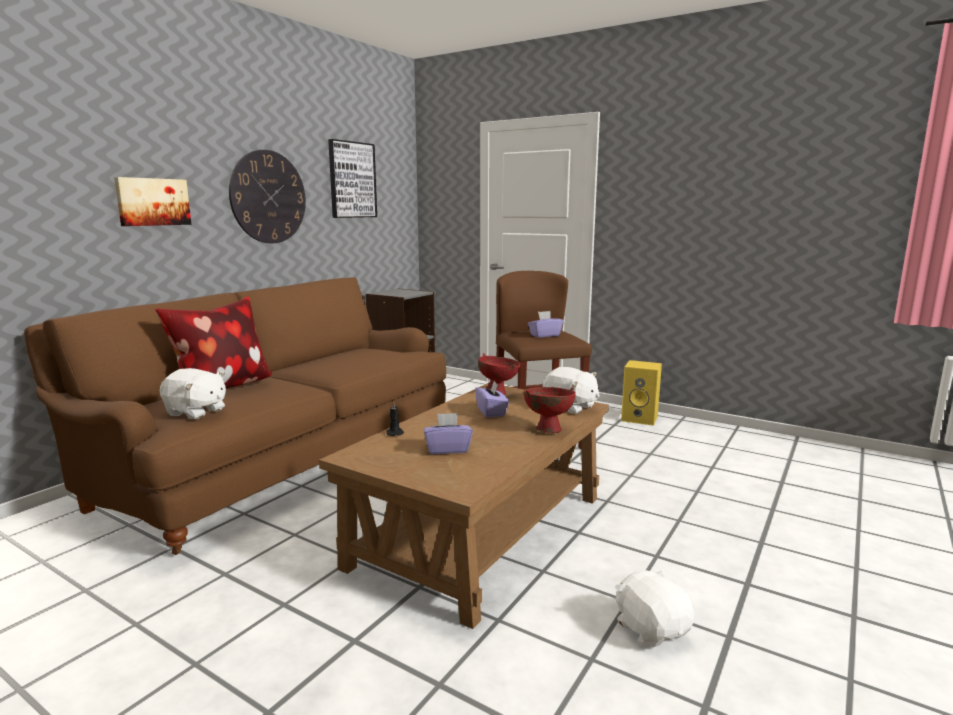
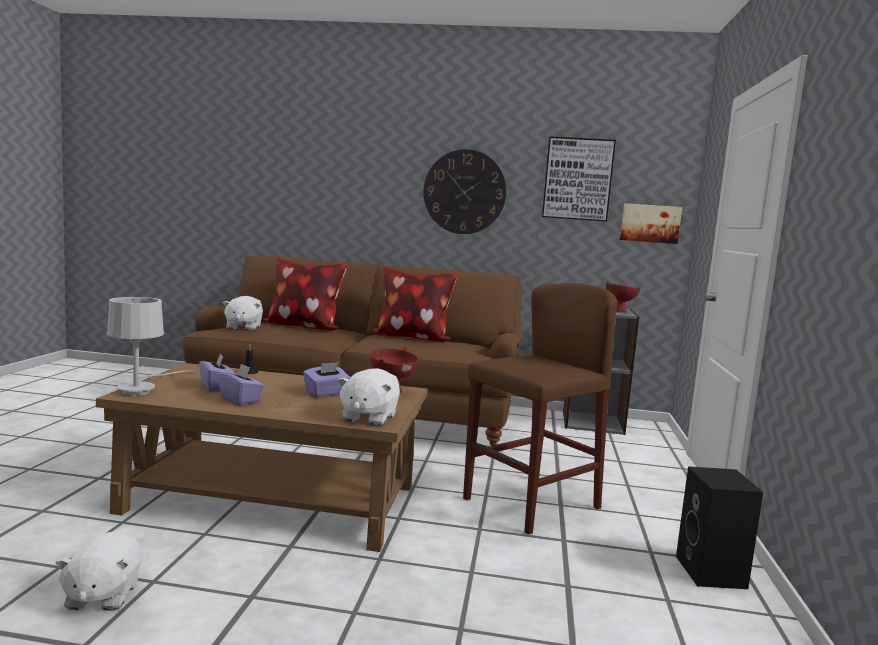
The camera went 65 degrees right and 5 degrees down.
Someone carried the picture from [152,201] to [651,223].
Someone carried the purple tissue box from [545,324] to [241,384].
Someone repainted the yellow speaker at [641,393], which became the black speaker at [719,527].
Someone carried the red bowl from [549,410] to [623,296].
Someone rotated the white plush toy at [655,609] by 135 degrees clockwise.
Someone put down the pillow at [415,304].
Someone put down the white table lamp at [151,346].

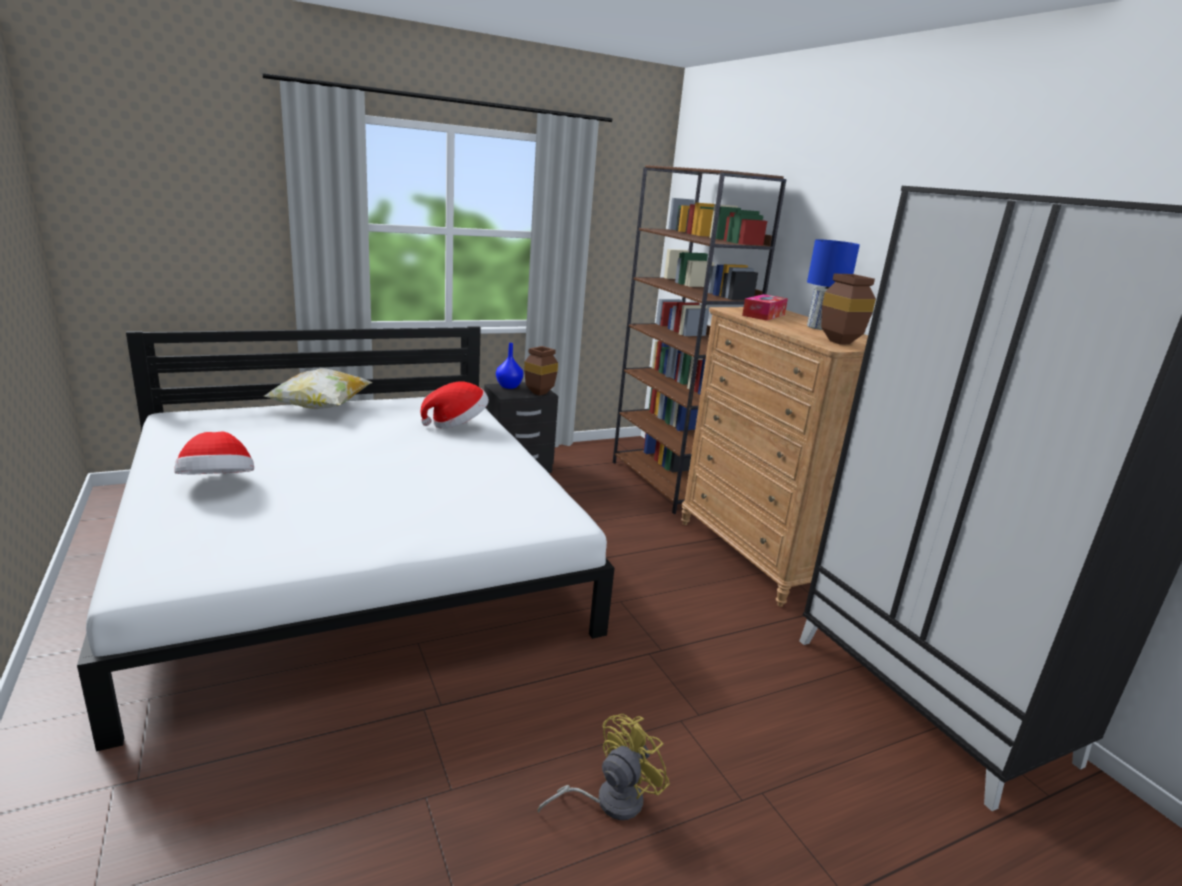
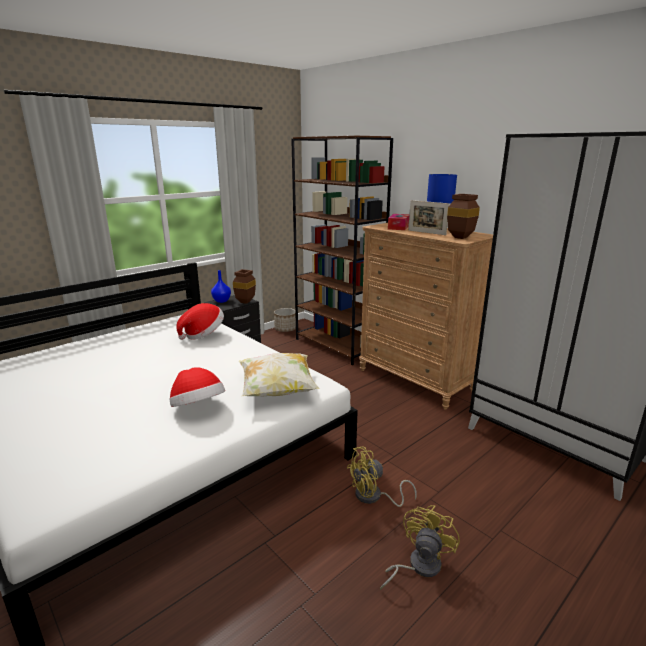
The camera went 15 degrees left and 0 degrees up.
Someone carried the pillow from [318,388] to [279,374].
Someone carried the hat from [214,453] to [197,387].
Someone put down the picture frame at [428,217].
Someone put down the planter at [285,320].
Someone put down the yellow fan at [382,476].

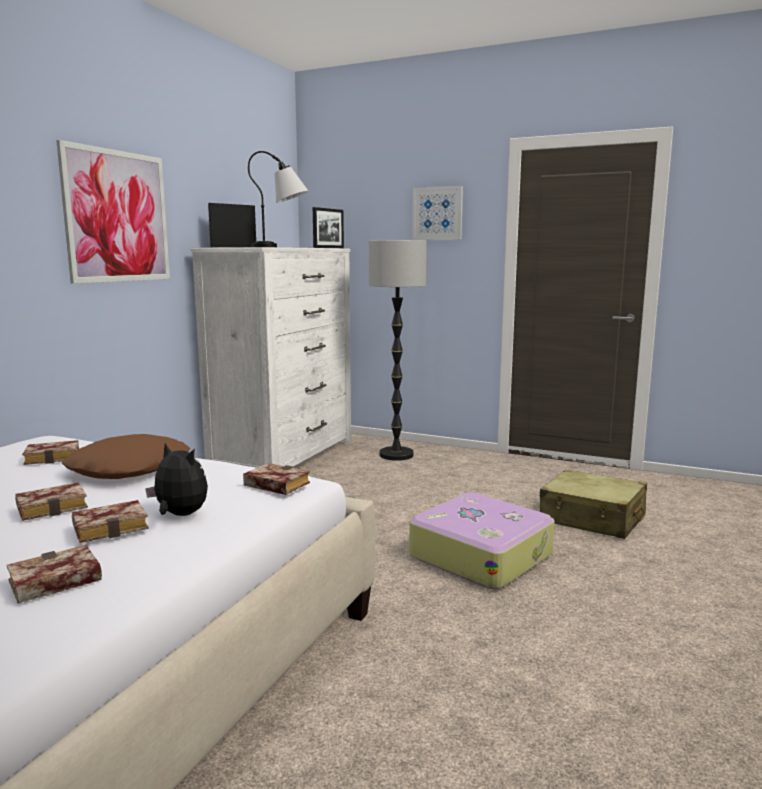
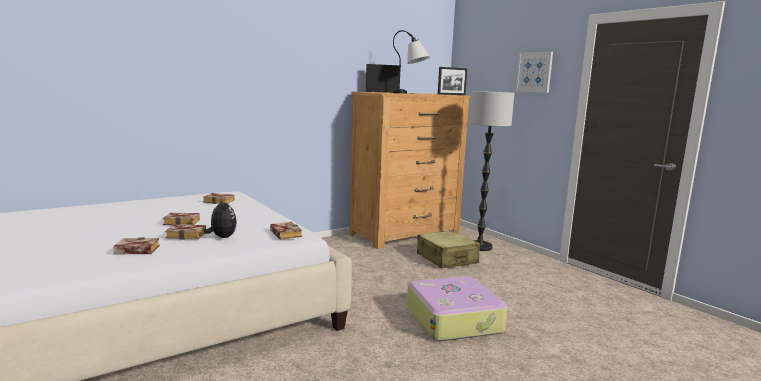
The camera went 30 degrees right and 0 degrees up.
Someone took away the picture at [113,212].
Someone repainted the white dresser at [270,357], which became the brown dresser at [409,170].
Someone took away the brown pillow at [126,456].
Someone carried the beige suitcase from [593,504] to [448,249].

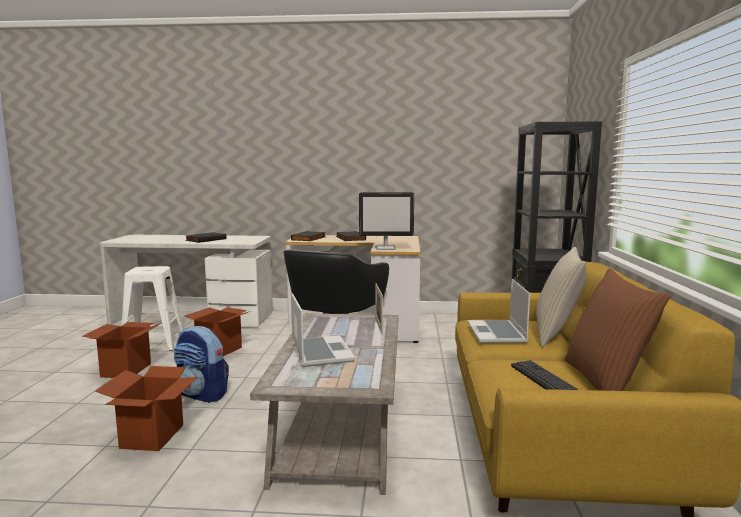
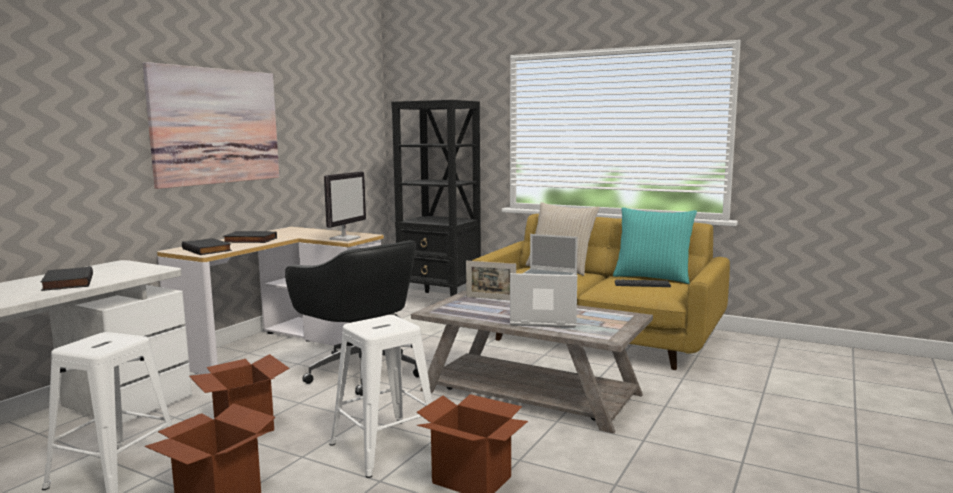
The camera went 65 degrees left and 0 degrees up.
Someone repainted the brown pillow at [617,329], which became the turquoise pillow at [655,245].
Someone swapped the backpack at [201,364] for the white stool at [380,396].
Someone put up the picture at [211,125].

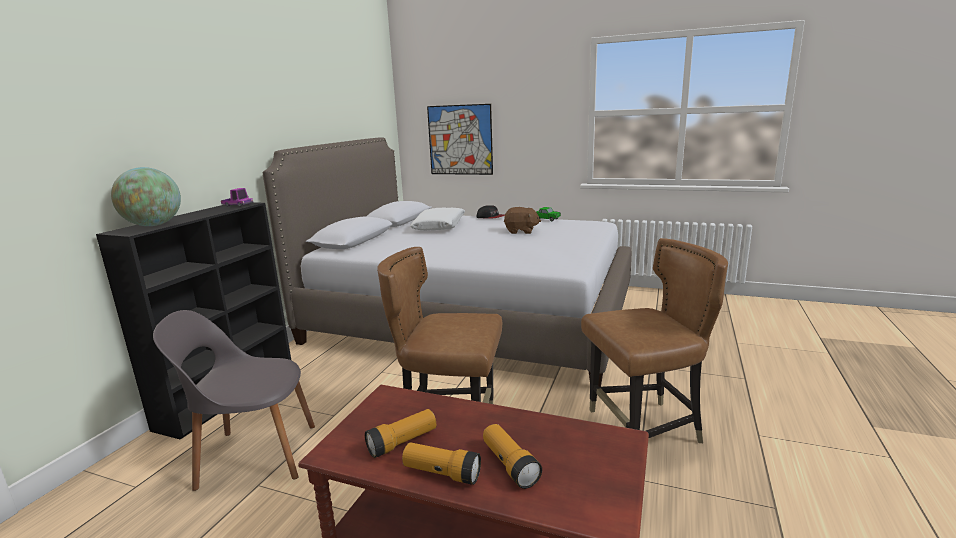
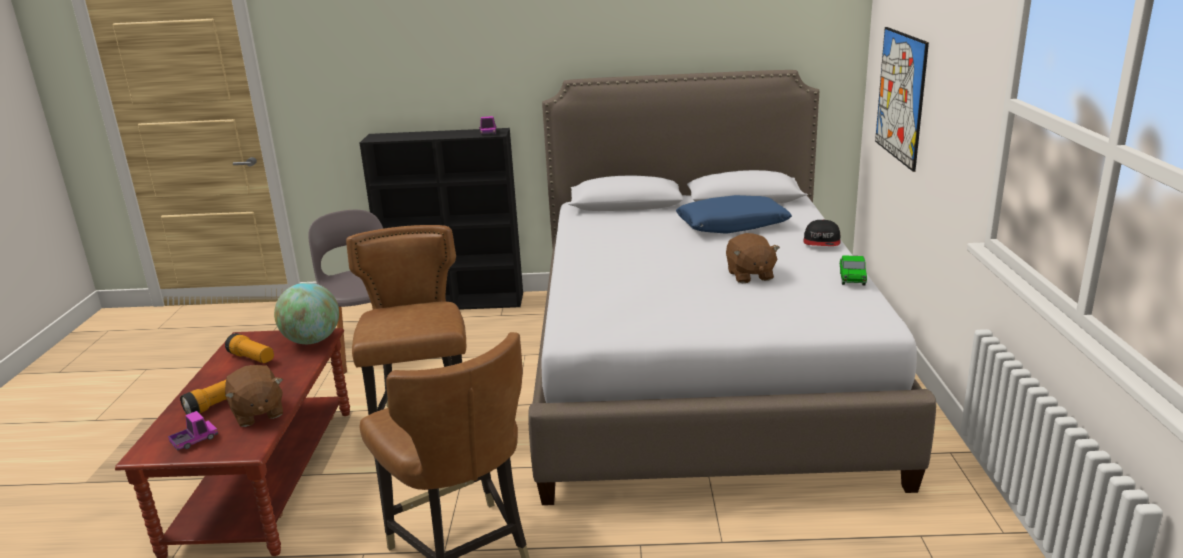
The camera went 70 degrees right and 5 degrees up.
Someone carried the globe from [146,196] to [306,313].
Someone repainted the white pillow at [437,219], which became the blue pillow at [734,214].
Someone took away the flashlight at [441,463].
Someone put down the brown plush toy at [254,396].
Someone put down the toy truck at [193,431].

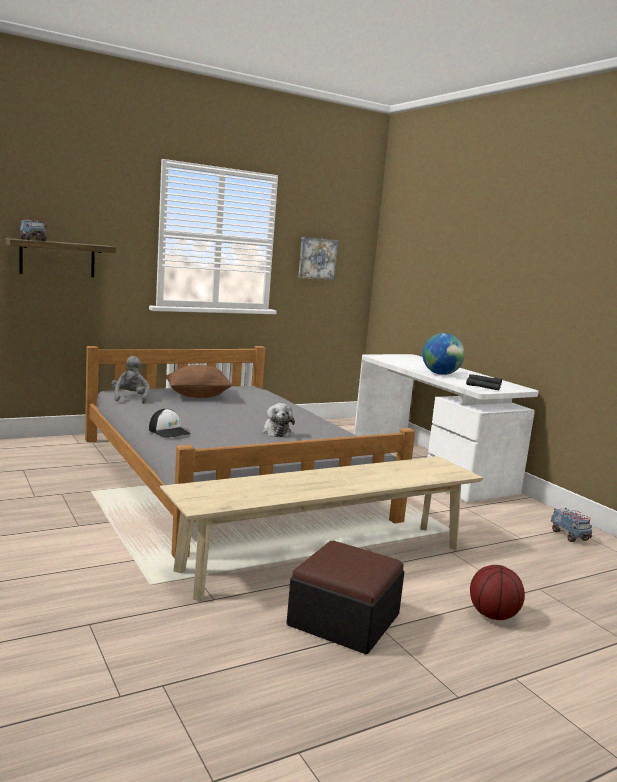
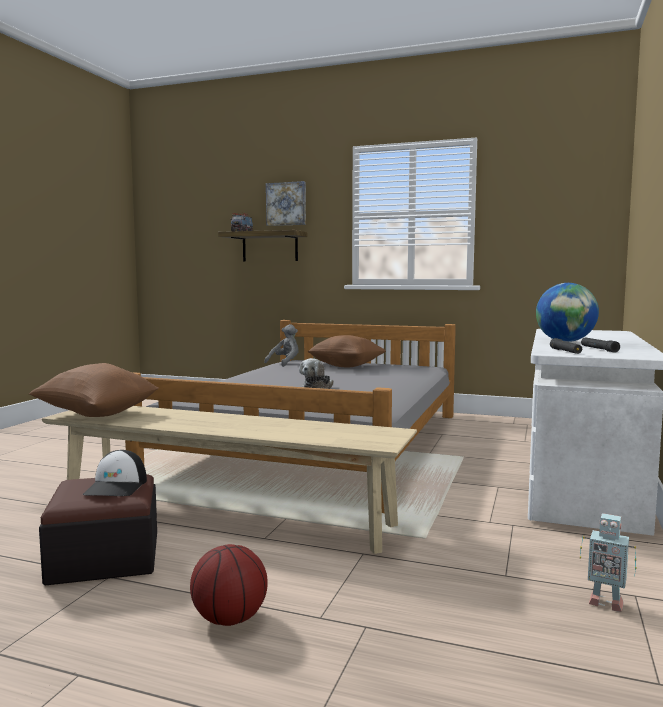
The camera went 50 degrees right and 5 degrees down.
Someone carried the picture from [318,258] to [286,203].
Someone carried the cap from [170,423] to [115,473].
Someone swapped the toy truck at [571,525] for the toy robot at [608,562].
Someone put down the brown pillow at [94,390].

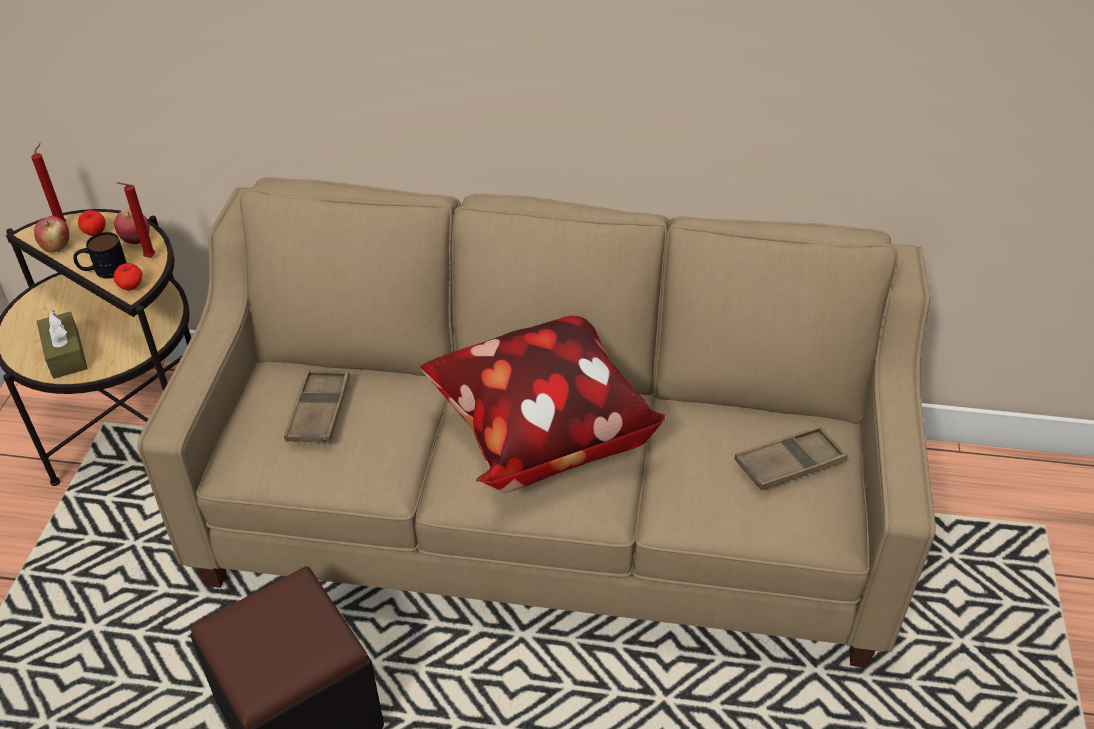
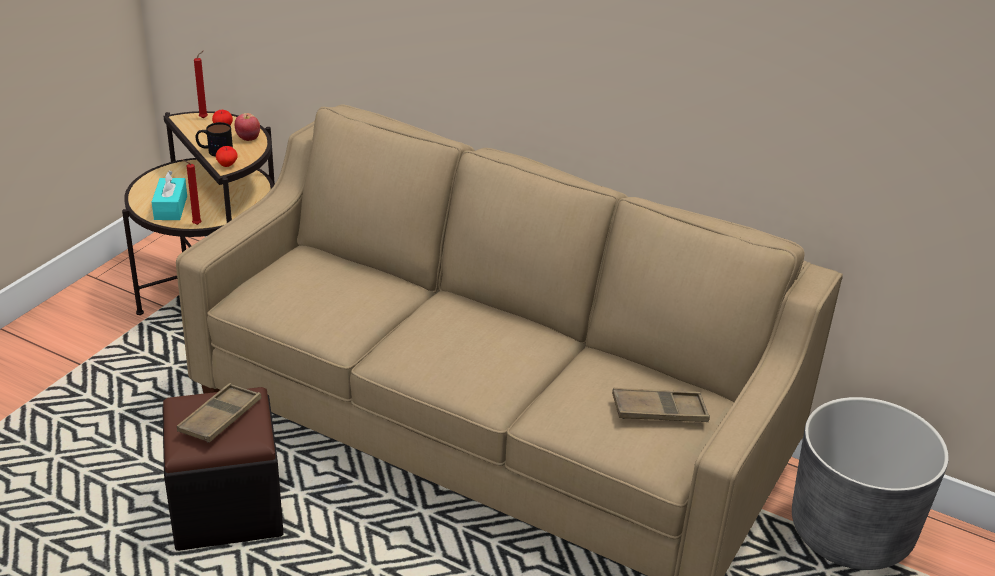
The camera went 20 degrees right and 10 degrees down.
Someone carried the red candle from [136,220] to [191,192].
Someone took away the apple at [51,234].
Someone repainted the brown tissue box at [62,344], which became the turquoise tissue box at [169,195].
Someone took away the pillow at [542,404].
Someone carried the brown tray from [317,406] to [219,412].
Someone put down the grey planter at [870,483].

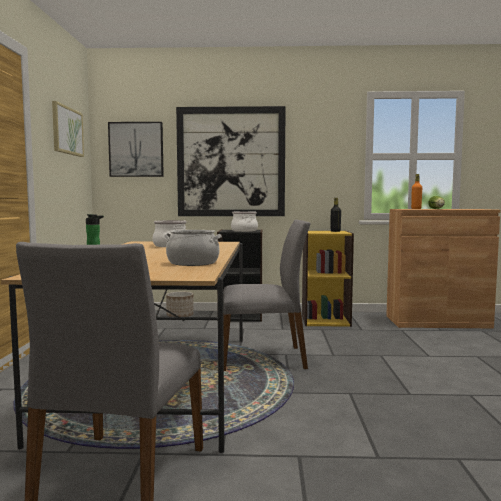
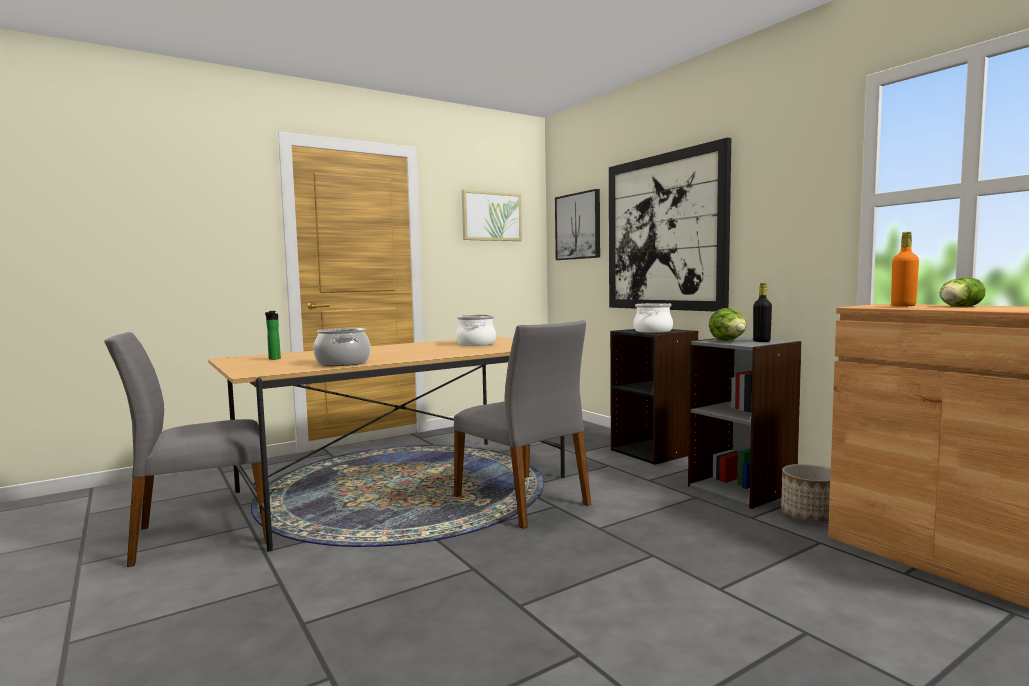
The camera went 55 degrees right and 0 degrees up.
Someone repainted the yellow bookcase at [328,279], which became the grey bookcase at [745,423].
Someone carried the planter from [180,304] to [806,493].
Someone put down the lettuce at [728,324].

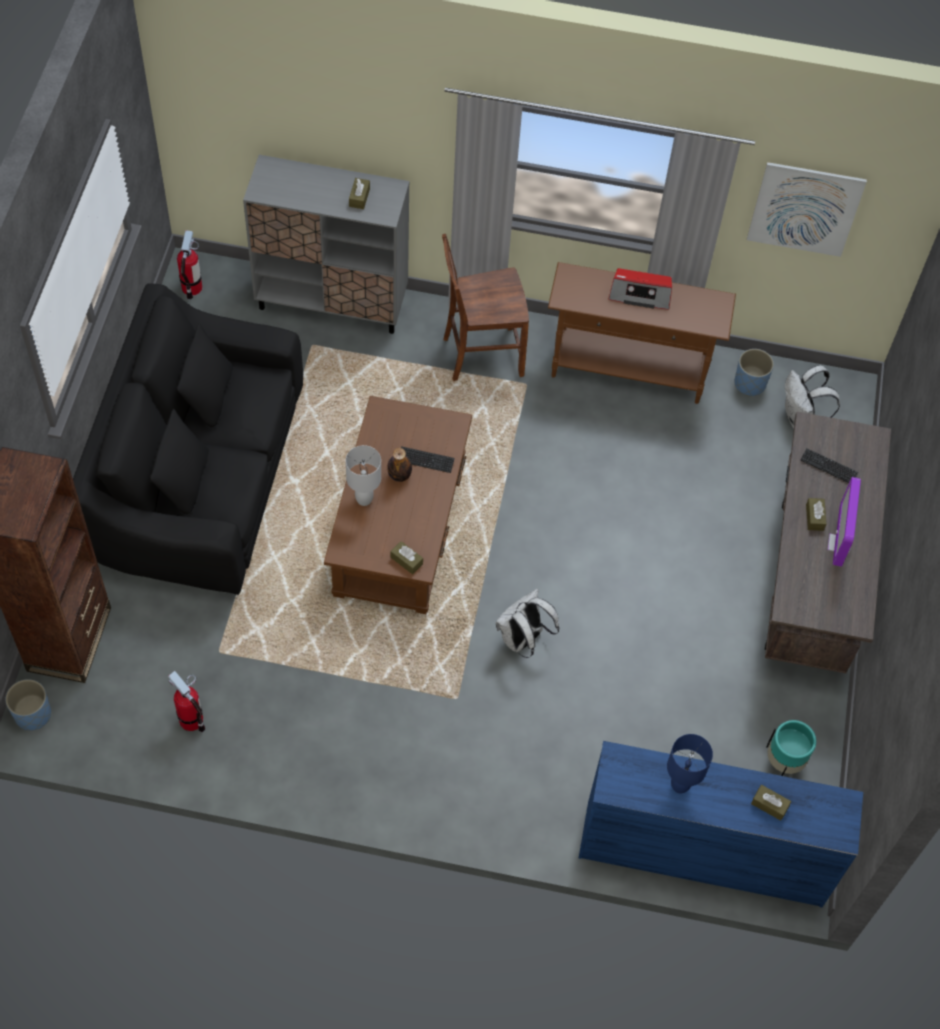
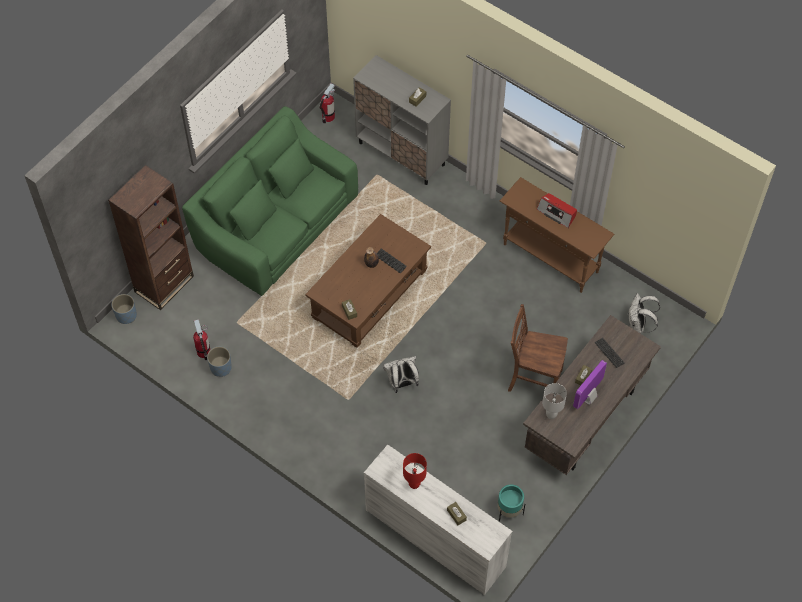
The camera went 30 degrees right and 0 degrees up.
Someone took away the picture at [807,209].
Someone carried the brown chair from [485,307] to [538,348].
Someone repainted the black sofa at [188,439], which became the green sofa at [270,201].
Someone carried the blue planter from [754,372] to [219,361].
Someone carried the white table lamp from [363,475] to [554,401].
Someone repainted the blue table lamp at [690,763], which became the red table lamp at [415,471].
Someone repainted the blue dresser at [721,824], which became the white dresser at [438,519].

